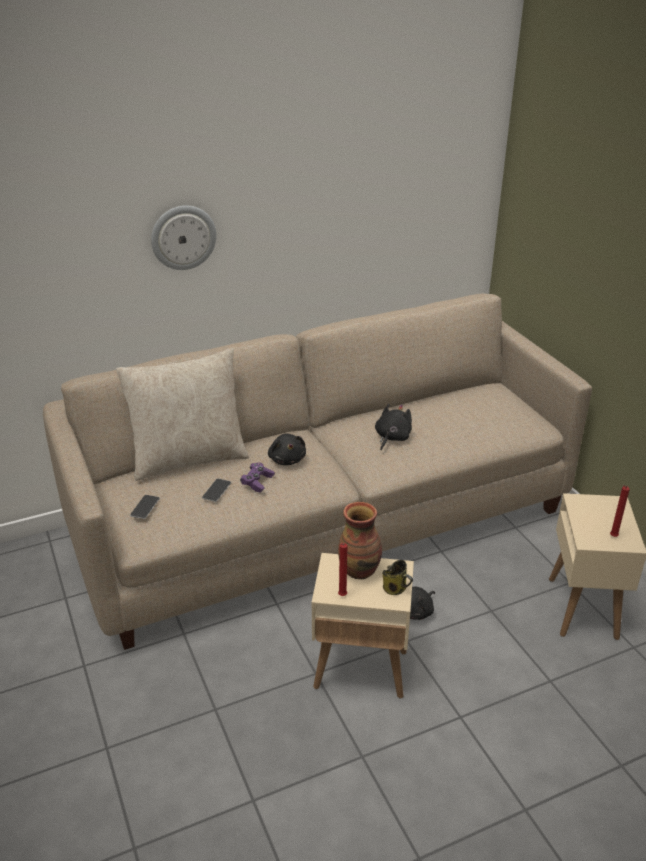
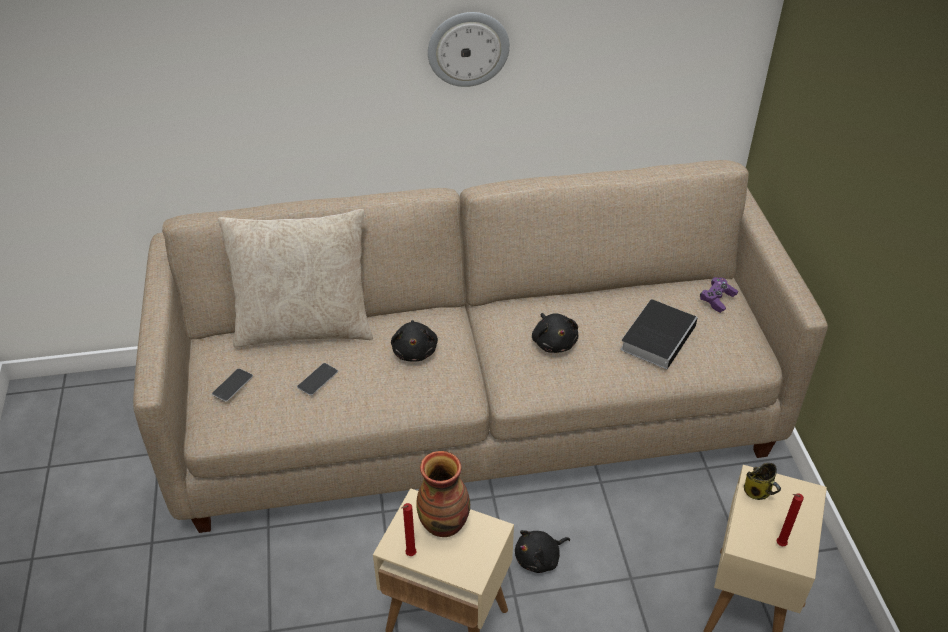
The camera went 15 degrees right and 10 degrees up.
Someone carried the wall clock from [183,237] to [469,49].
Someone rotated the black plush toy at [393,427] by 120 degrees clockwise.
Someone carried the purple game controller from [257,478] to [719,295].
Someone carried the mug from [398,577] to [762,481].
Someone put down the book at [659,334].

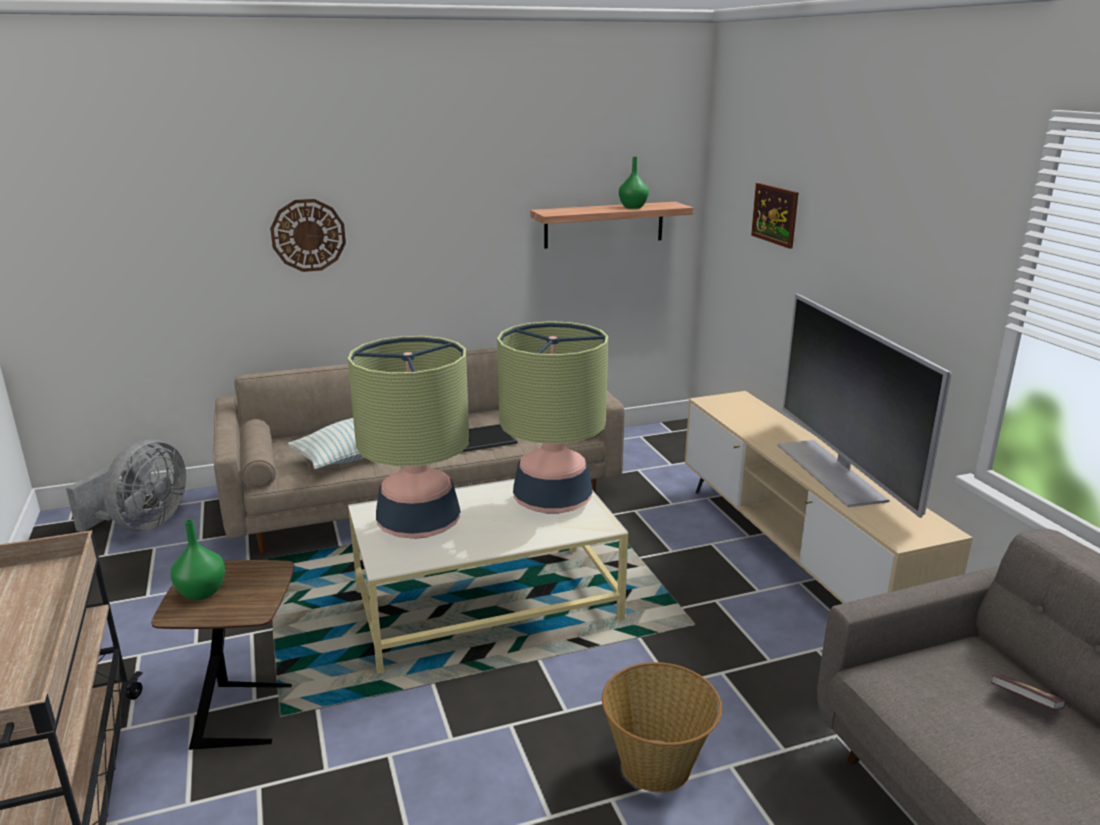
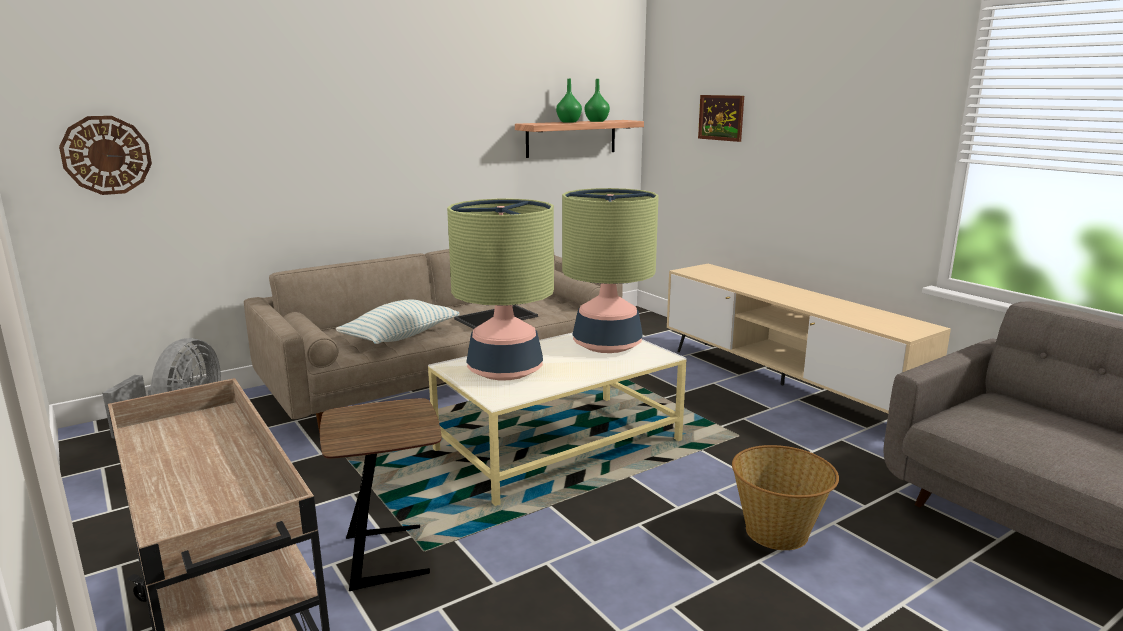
The camera went 15 degrees left and 5 degrees down.
Someone carried the wall clock from [308,235] to [105,155].
Someone took away the television at [865,406].
Someone carried the green vase from [198,559] to [569,101].
Someone took away the book at [1028,692].

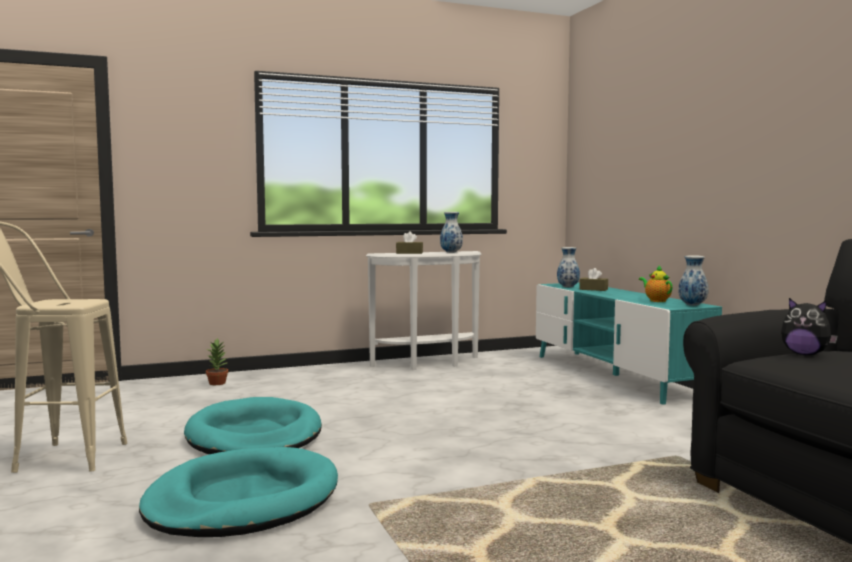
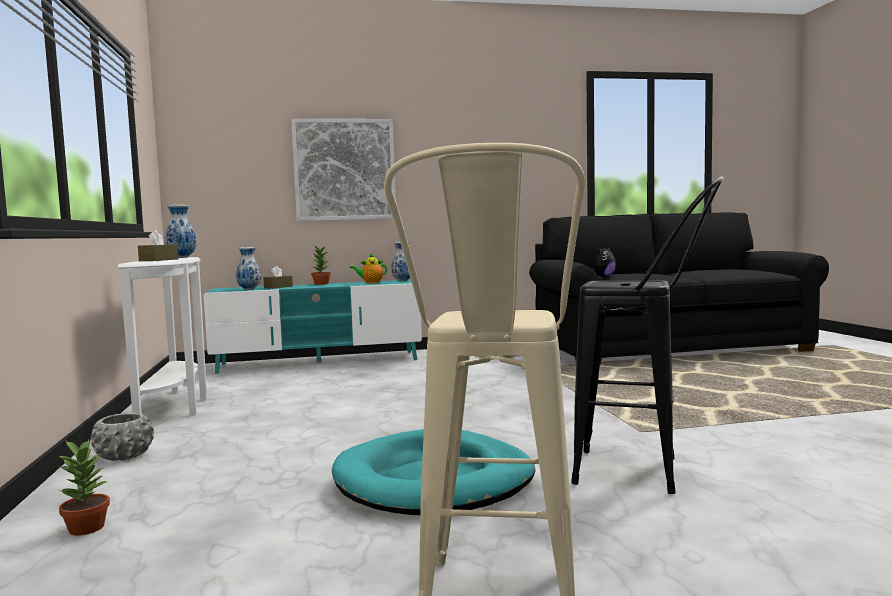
The camera went 80 degrees left and 0 degrees up.
Someone swapped the turquoise dog bed at [238,492] for the black stool at [647,335].
Someone put up the picture at [343,170].
Someone put down the potted plant at [321,265].
Someone put down the grey planter at [122,437].

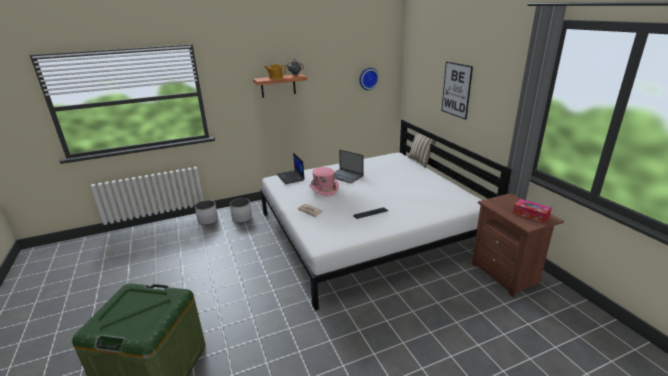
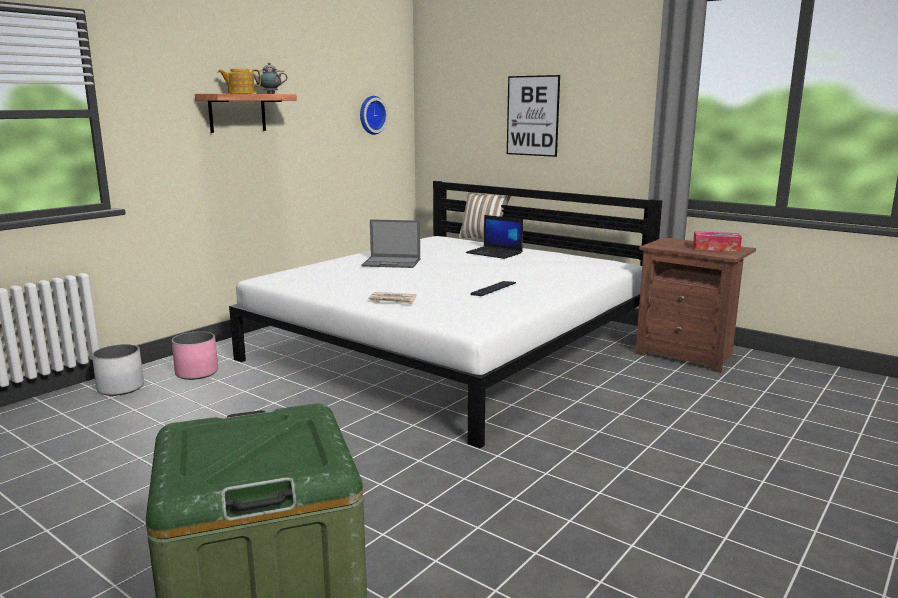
The camera went 30 degrees left and 10 degrees down.
Someone carried the laptop from [291,168] to [494,237].
Someone took away the pink hat at [324,181].
Someone repainted the white planter at [241,210], which became the pink planter at [195,355].

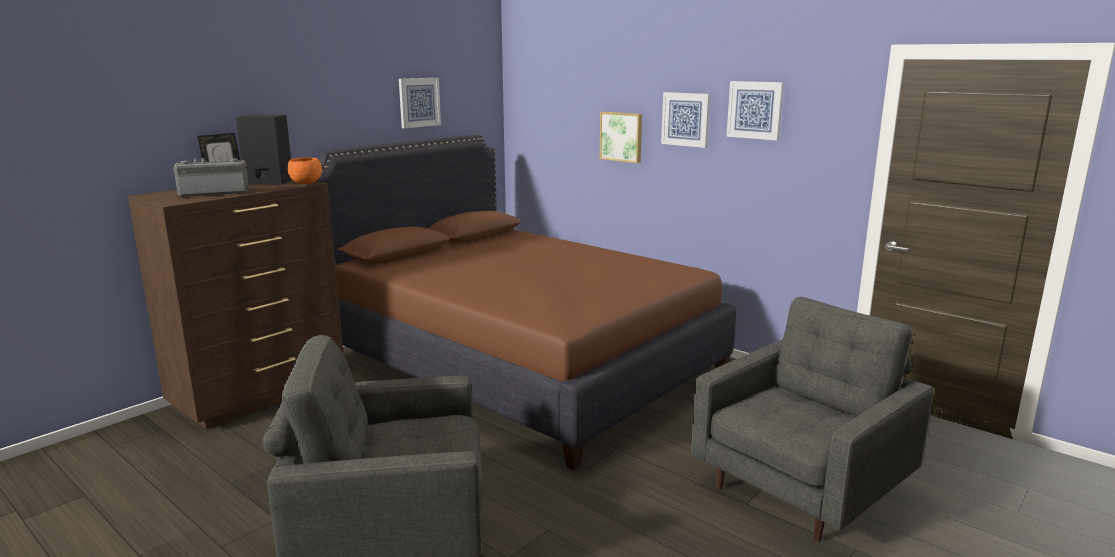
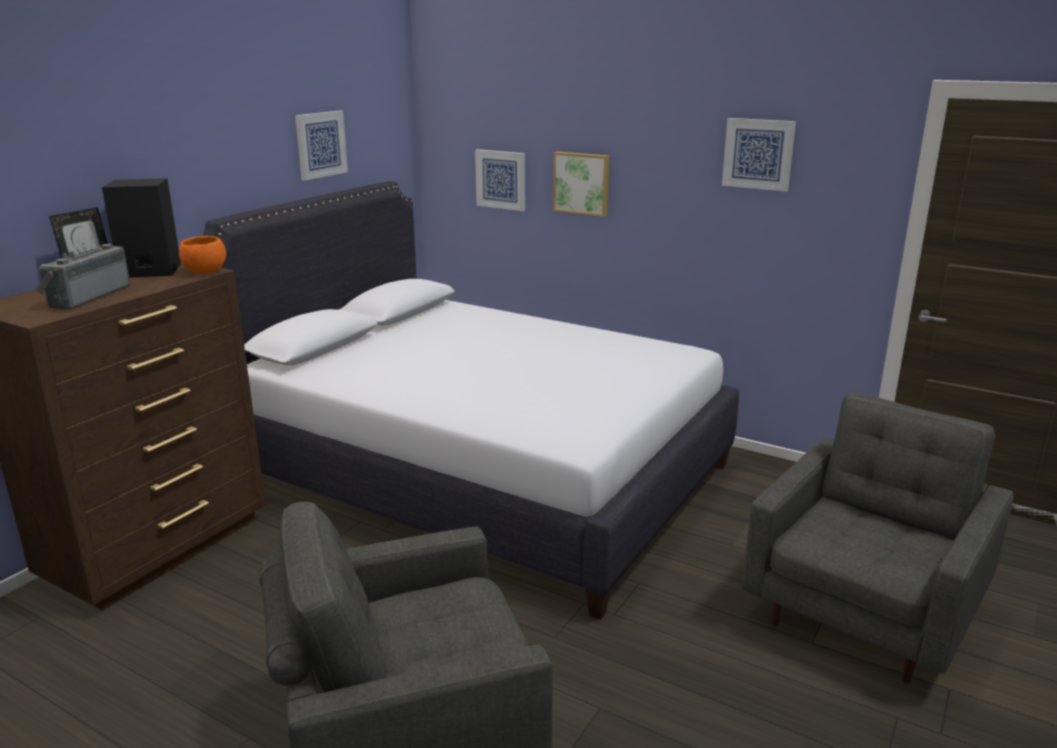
The camera went 10 degrees left and 5 degrees up.
Someone carried the picture from [685,120] to [500,180].
Someone repainted the brown bed at [526,302], which became the white bed at [471,400].
Someone rotated the radio at [211,177] by 45 degrees counterclockwise.

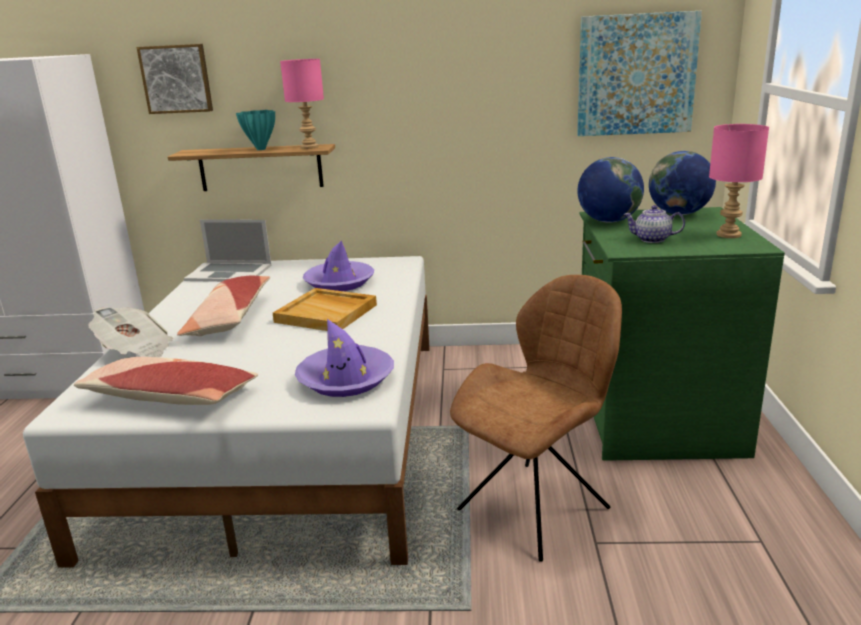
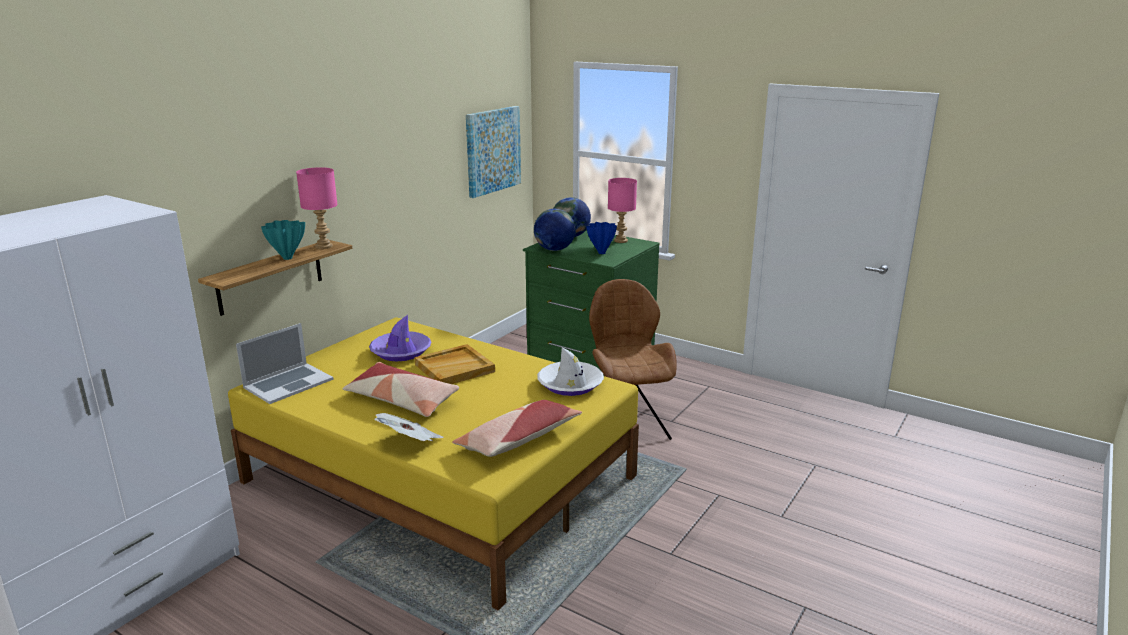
The camera went 60 degrees left and 0 degrees up.
Someone took away the picture at [174,79].
Someone swapped the teapot at [654,224] for the blue vase at [601,238].
Someone repainted the white bed at [226,412], which became the yellow bed at [433,464].
Someone repainted the purple hat at [344,358], which became the white hat at [570,372].

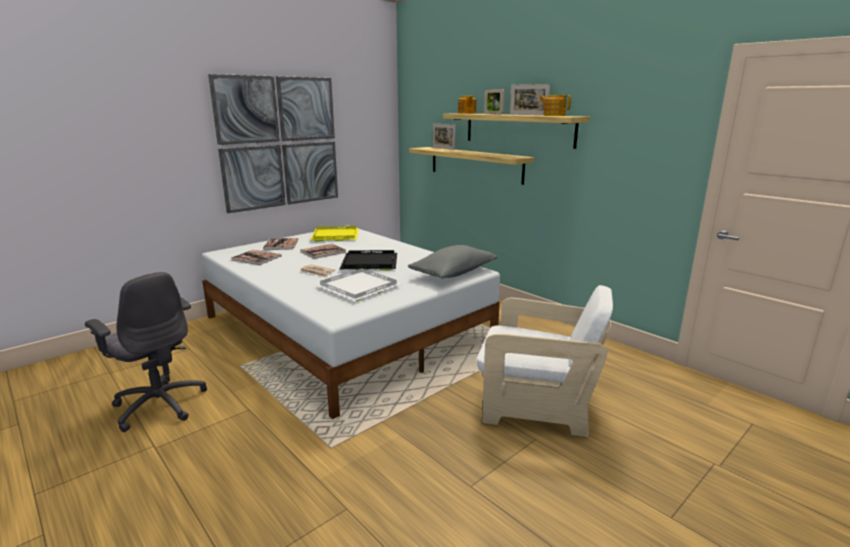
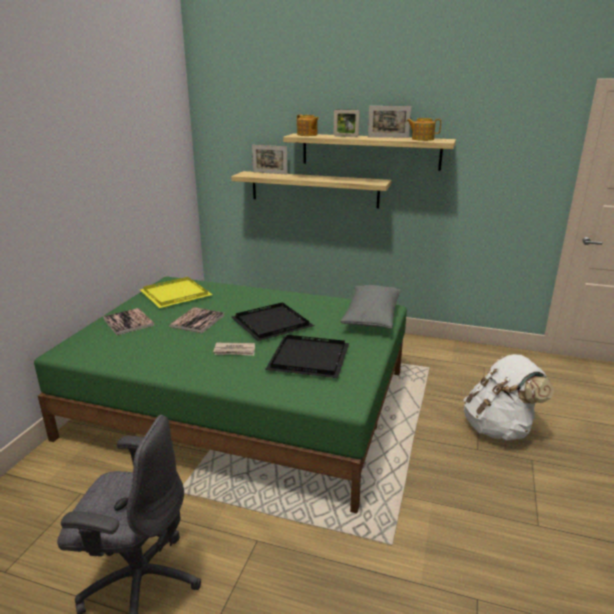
The camera went 30 degrees left and 5 degrees up.
Someone took away the picture at [273,143].
Someone repainted the white bed at [351,322], which became the green bed at [220,395].
Someone took away the book at [256,257].
Someone repainted the white tray at [358,284], which became the black tray at [307,356].
Someone swapped the white armchair at [545,361] for the white backpack at [508,397].

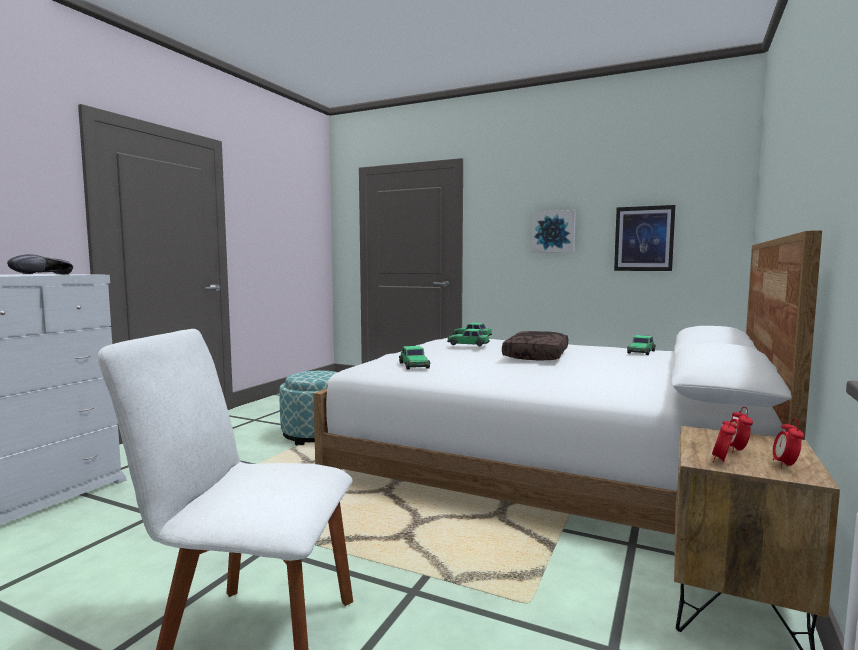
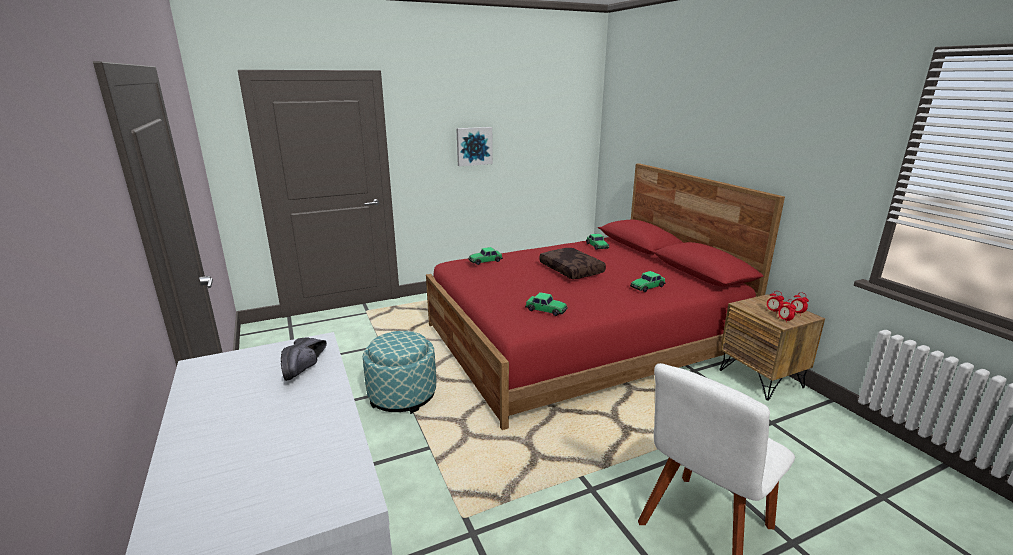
The camera went 50 degrees left and 15 degrees up.
Someone took away the picture at [644,238].
Someone repainted the white bed at [567,382], which became the red bed at [605,296].
Someone carried the toy car from [468,338] to [648,281].

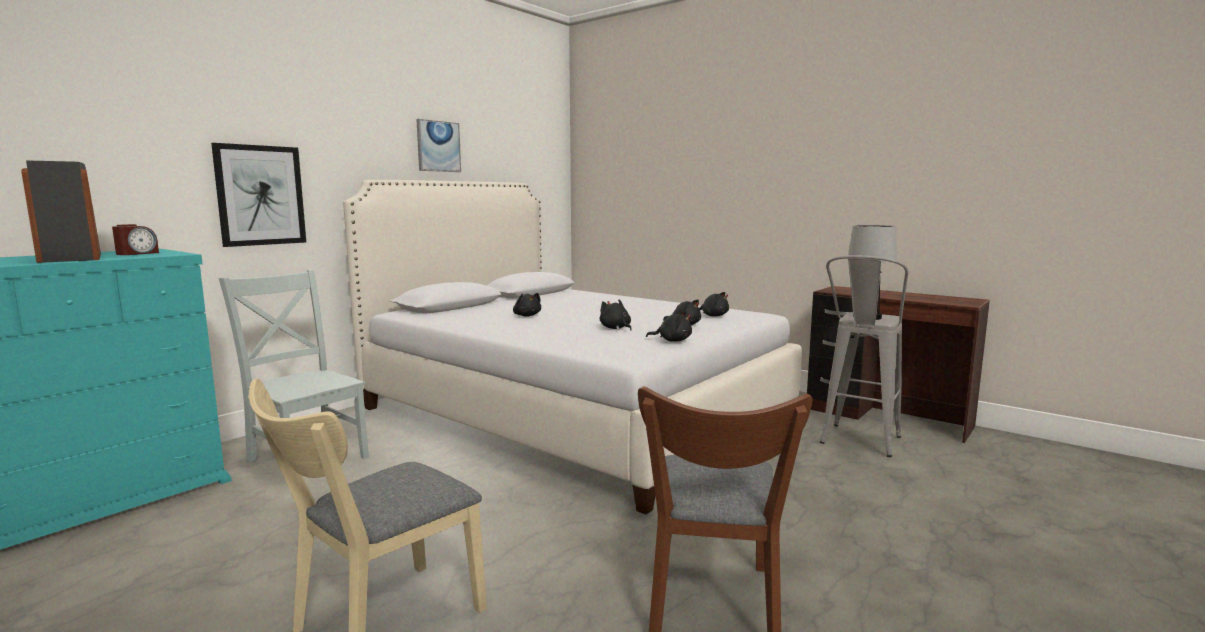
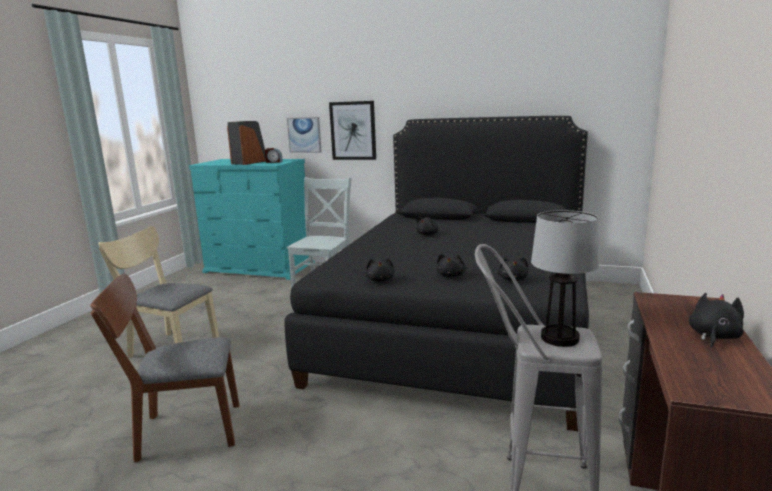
The camera went 70 degrees right and 5 degrees up.
Someone carried the picture from [438,145] to [304,135].
Someone repainted the white bed at [572,347], which became the black bed at [436,273].
Someone carried the black plush toy from [615,315] to [716,320].

